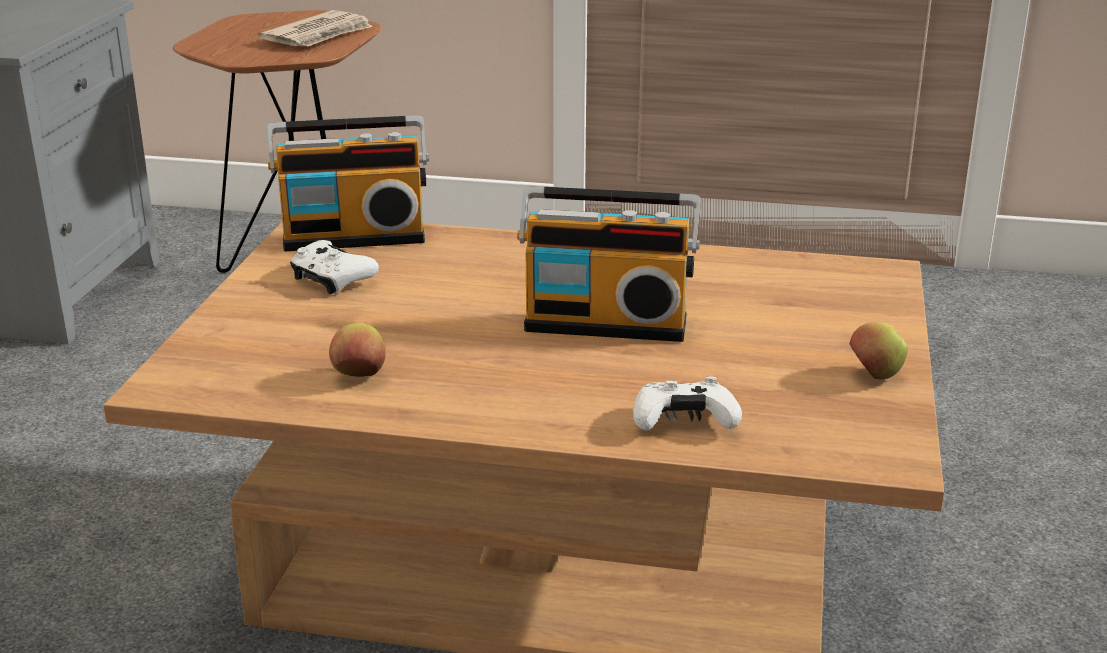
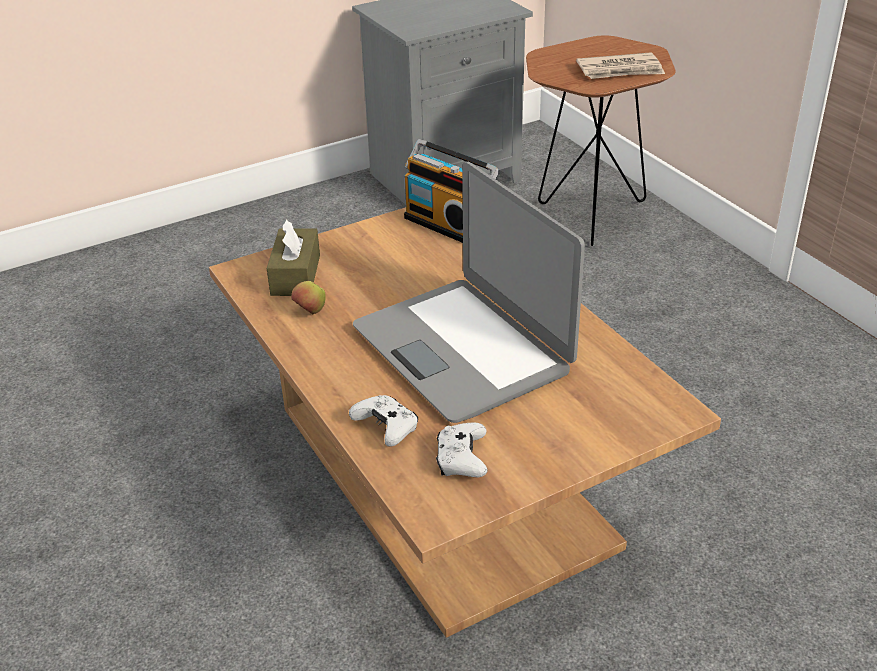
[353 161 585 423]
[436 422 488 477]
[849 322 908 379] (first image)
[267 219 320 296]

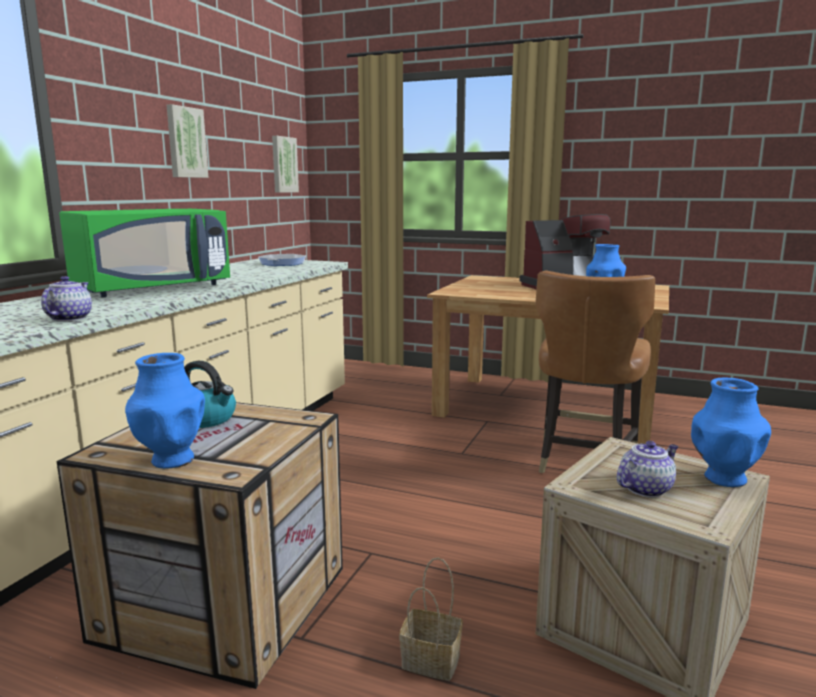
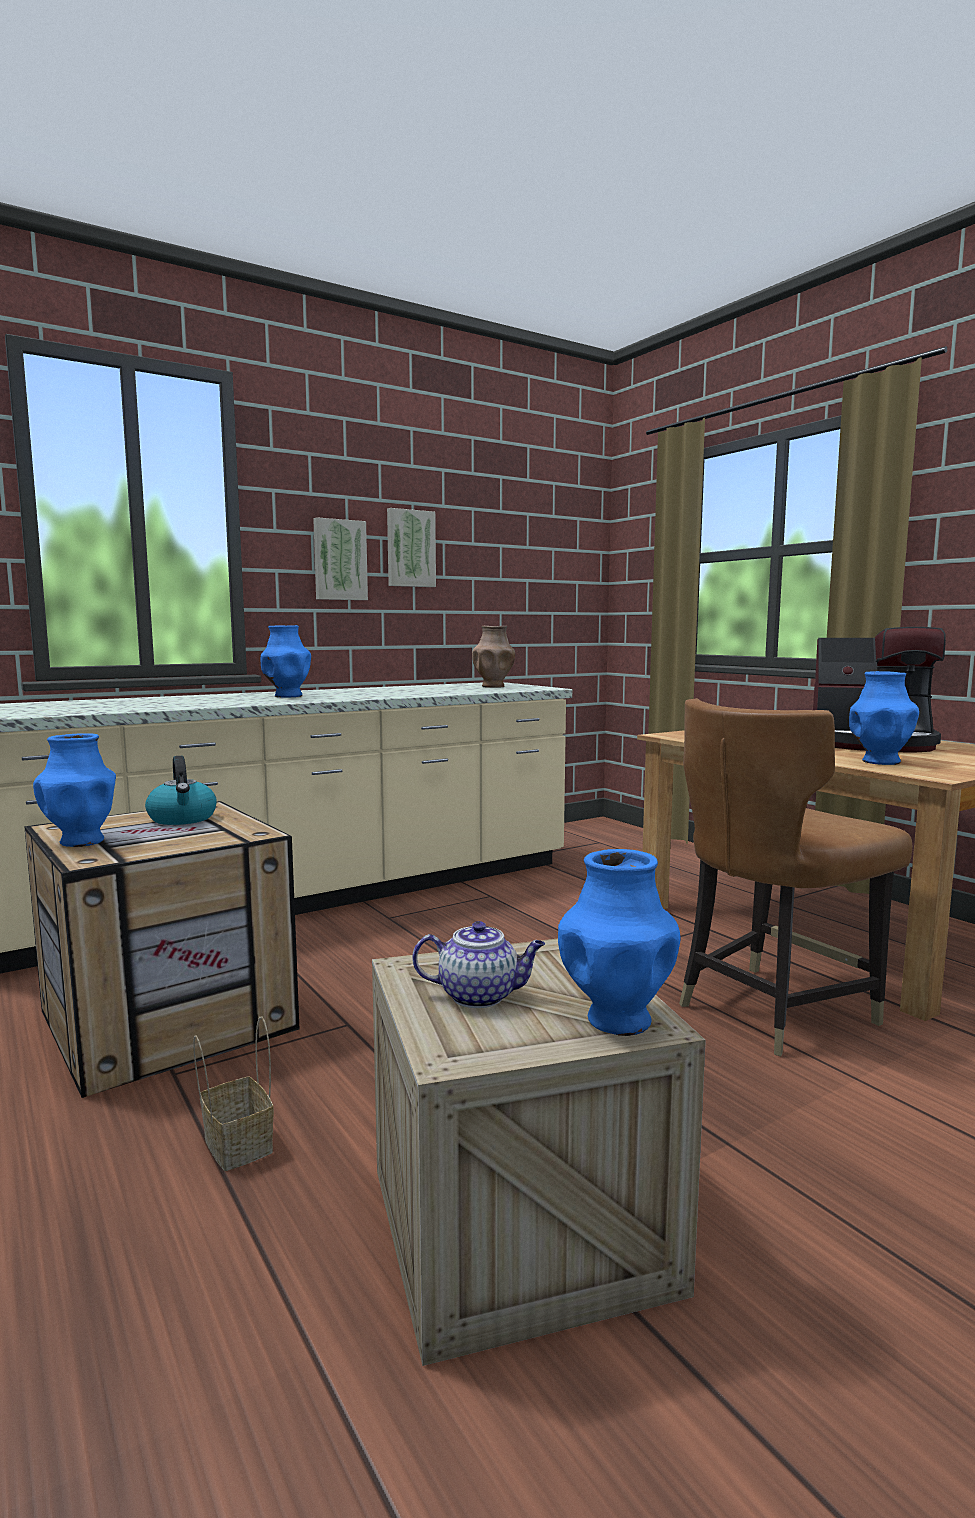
[313 517 368 600]
[260 625 311 697]
[472 626 515 688]
[41 276 92 321] (first image)

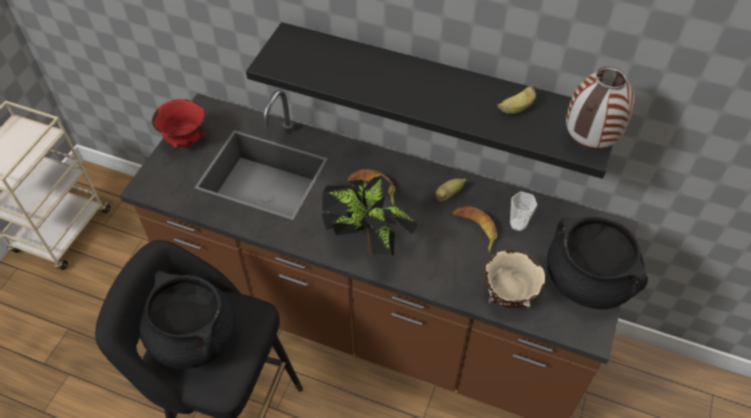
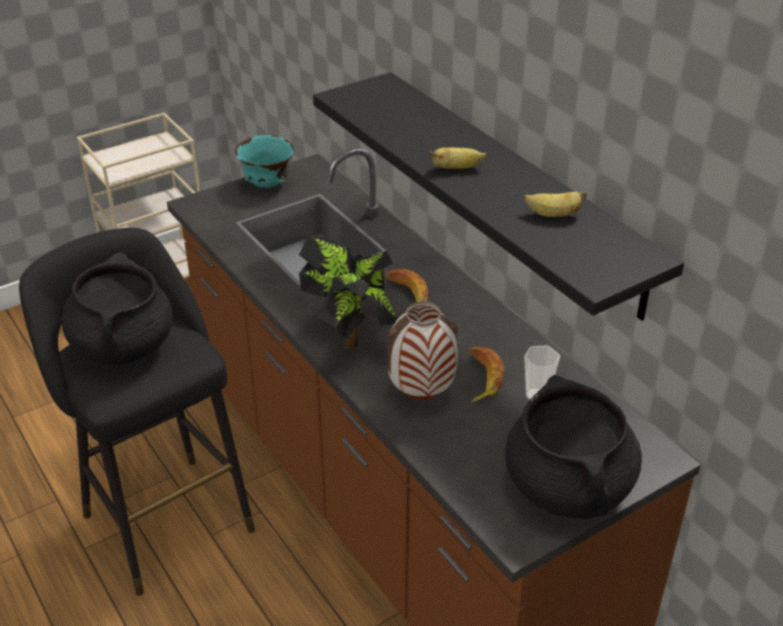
[387 301 458 400]
[235 135 294 188]
[429 147 486 169]
[483 250 545 308] (first image)

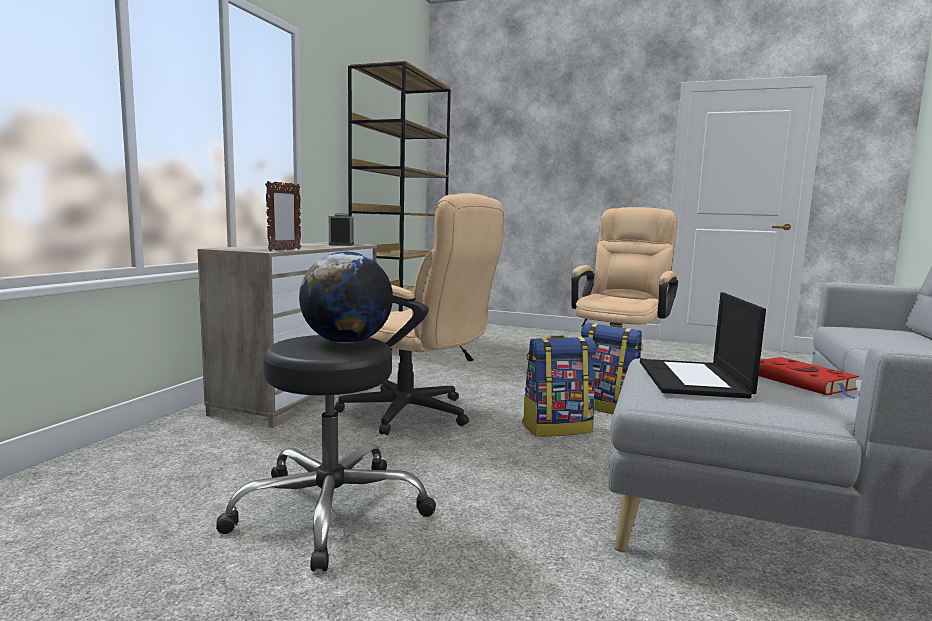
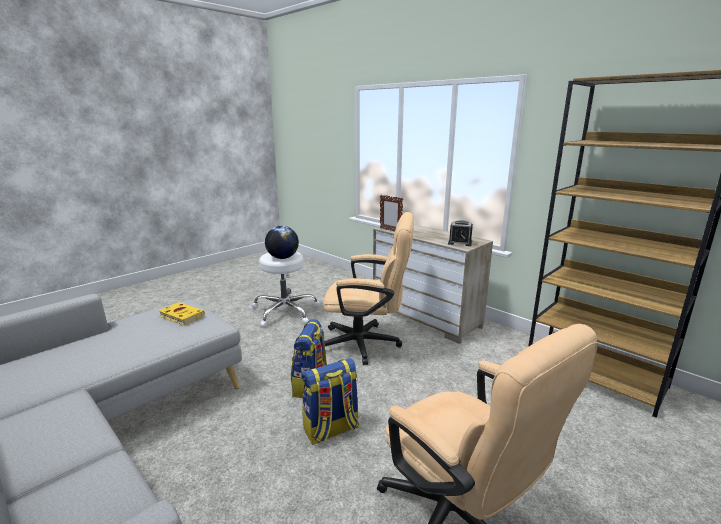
[323 212 414 365]
[158 302 205 326]
[252 252 320 328]
[758 357 859 399] (first image)

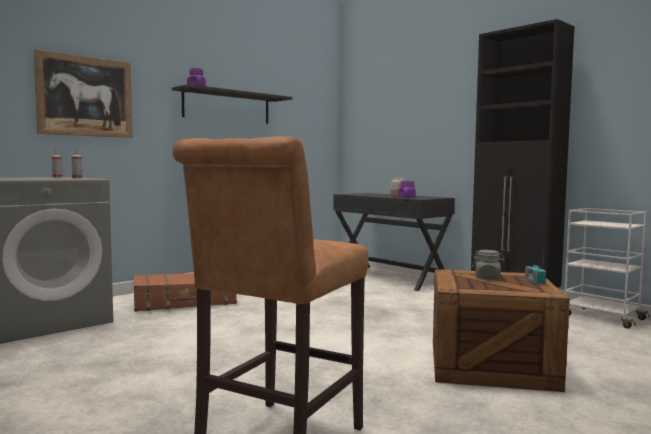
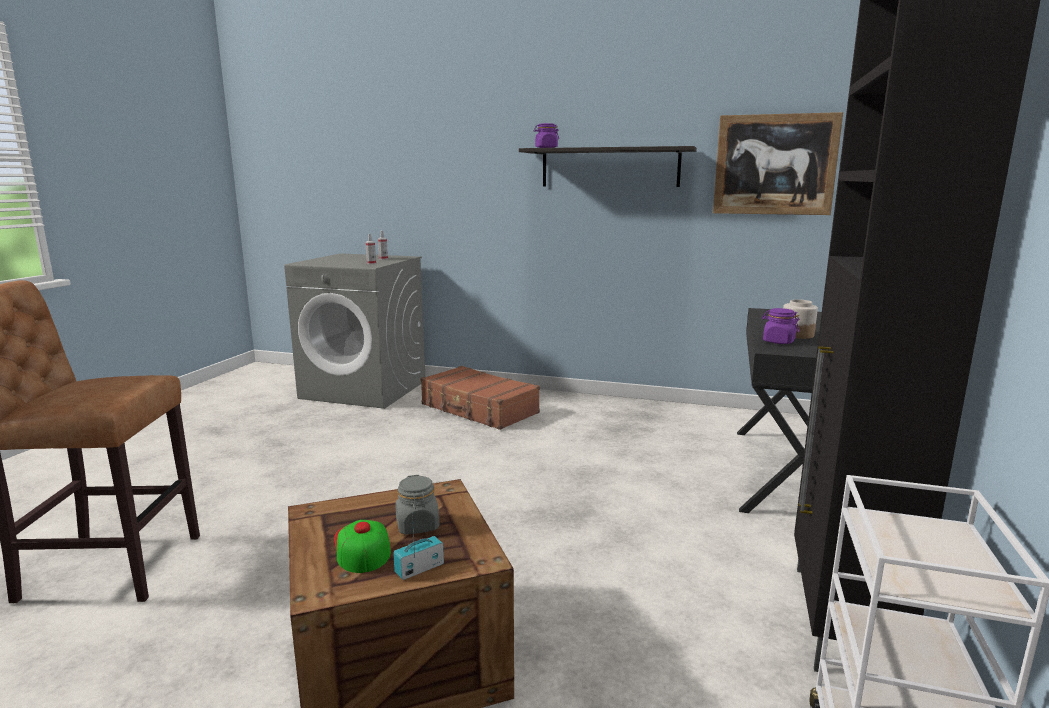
[713 112 843 215]
[334 520 391 573]

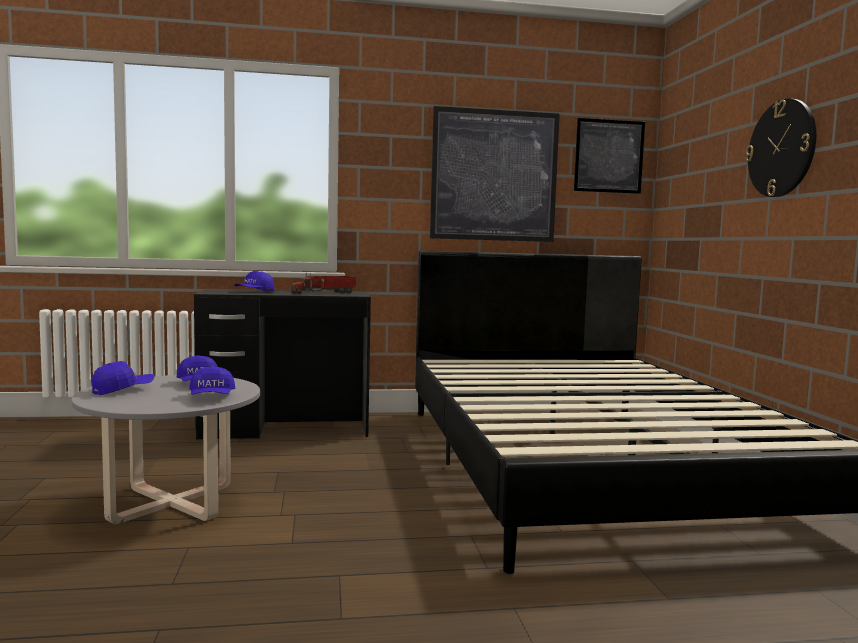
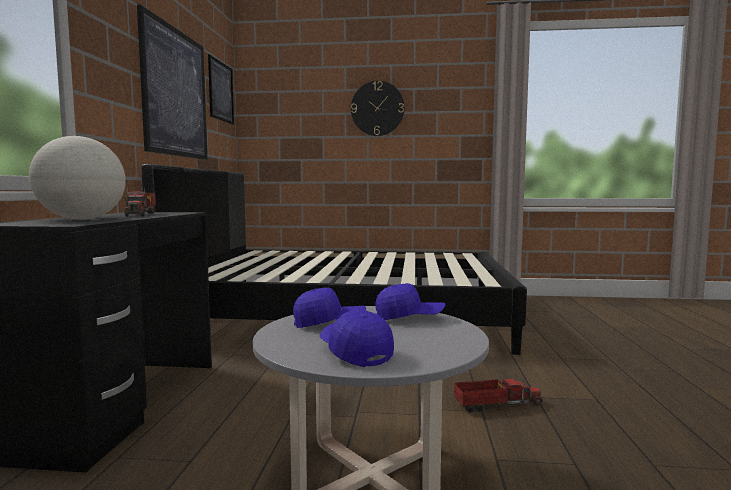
[29 136 126 220]
[454 375 543 413]

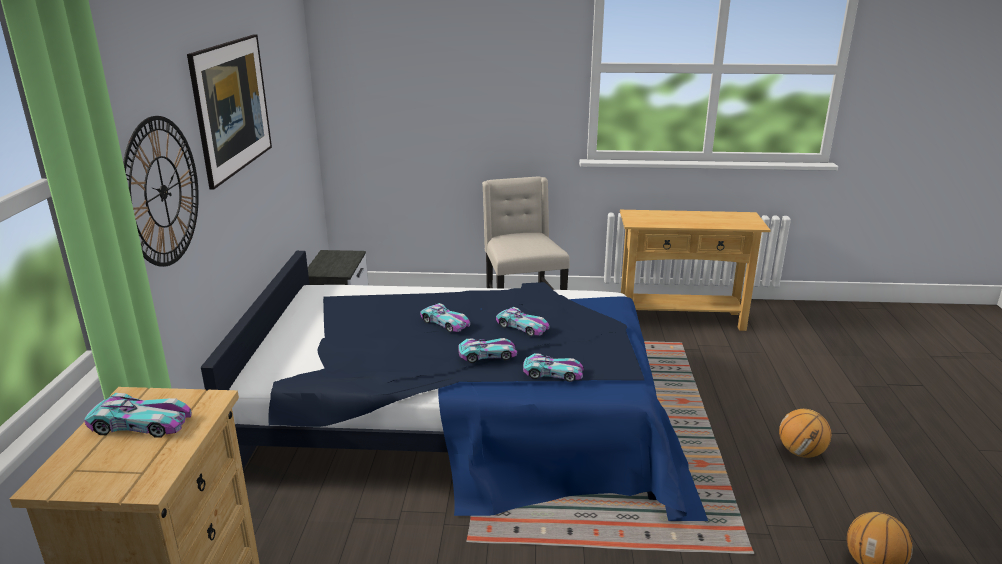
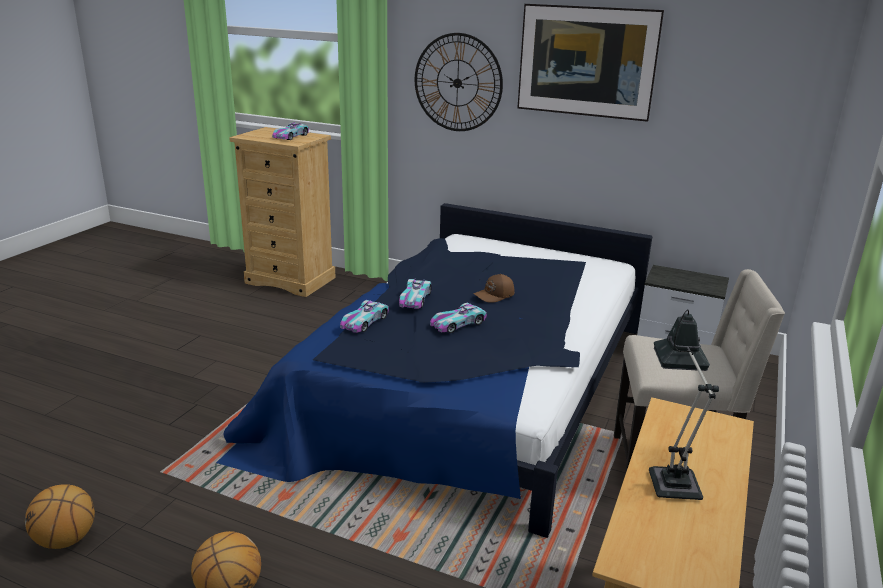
[473 274 515 303]
[649 309 719 500]

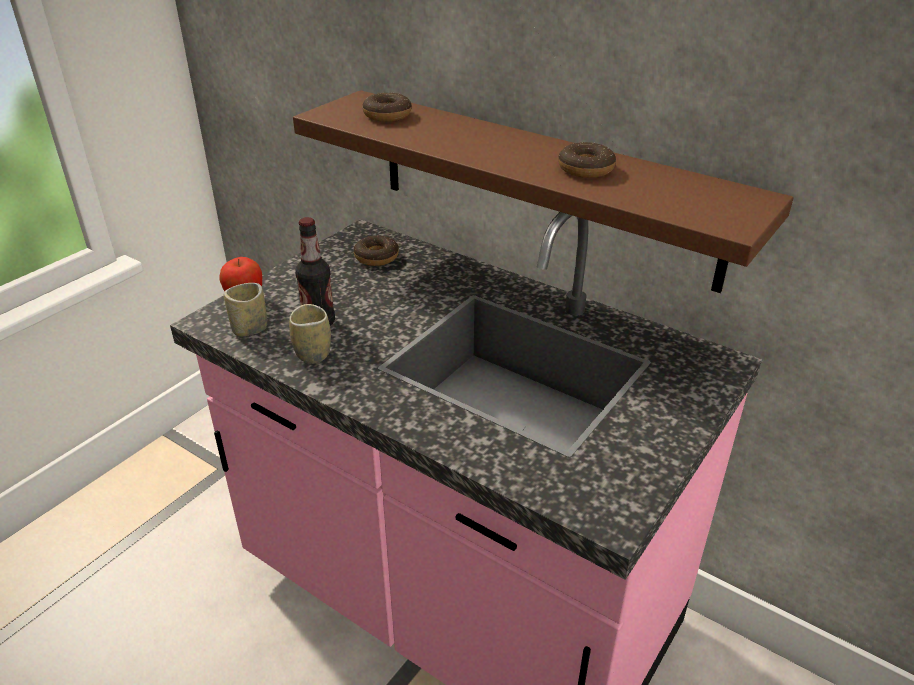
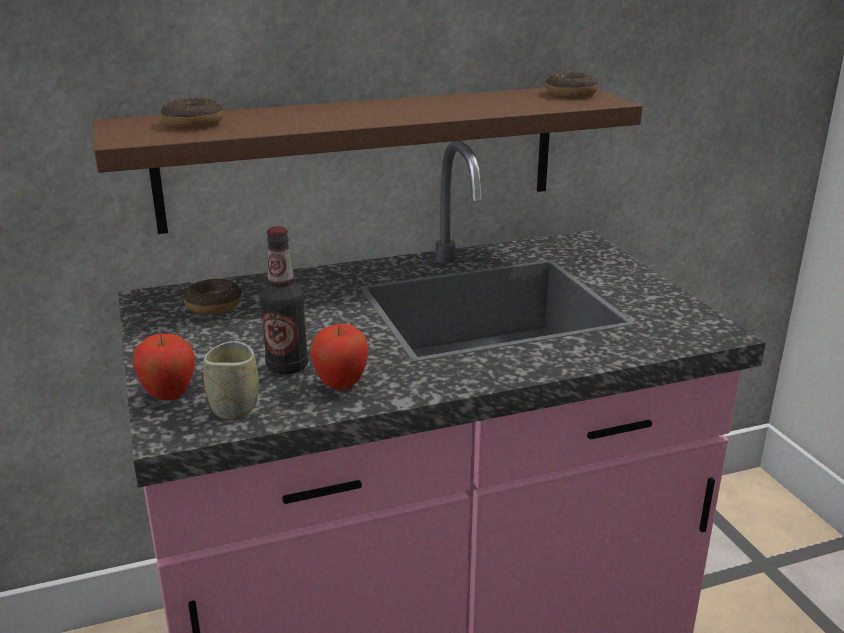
[546 72 598 98]
[310 323 368 390]

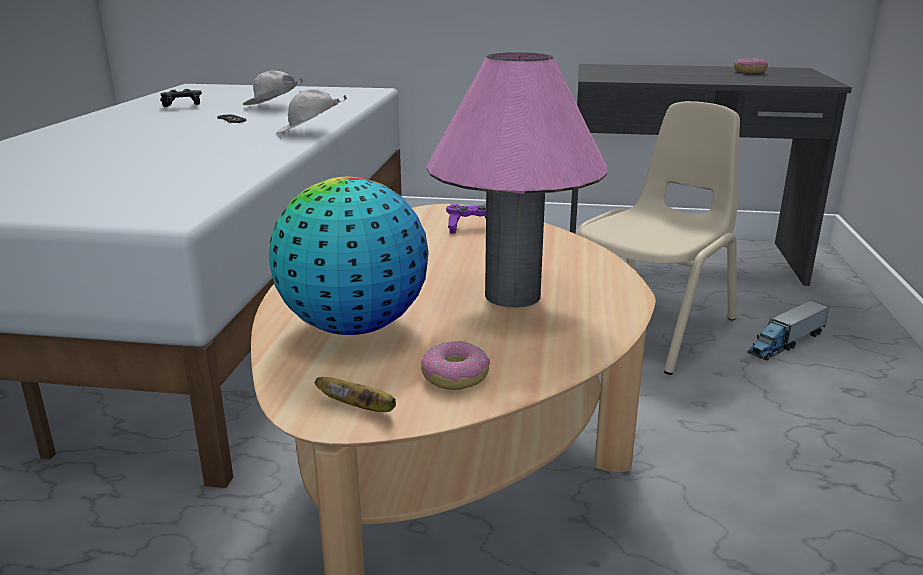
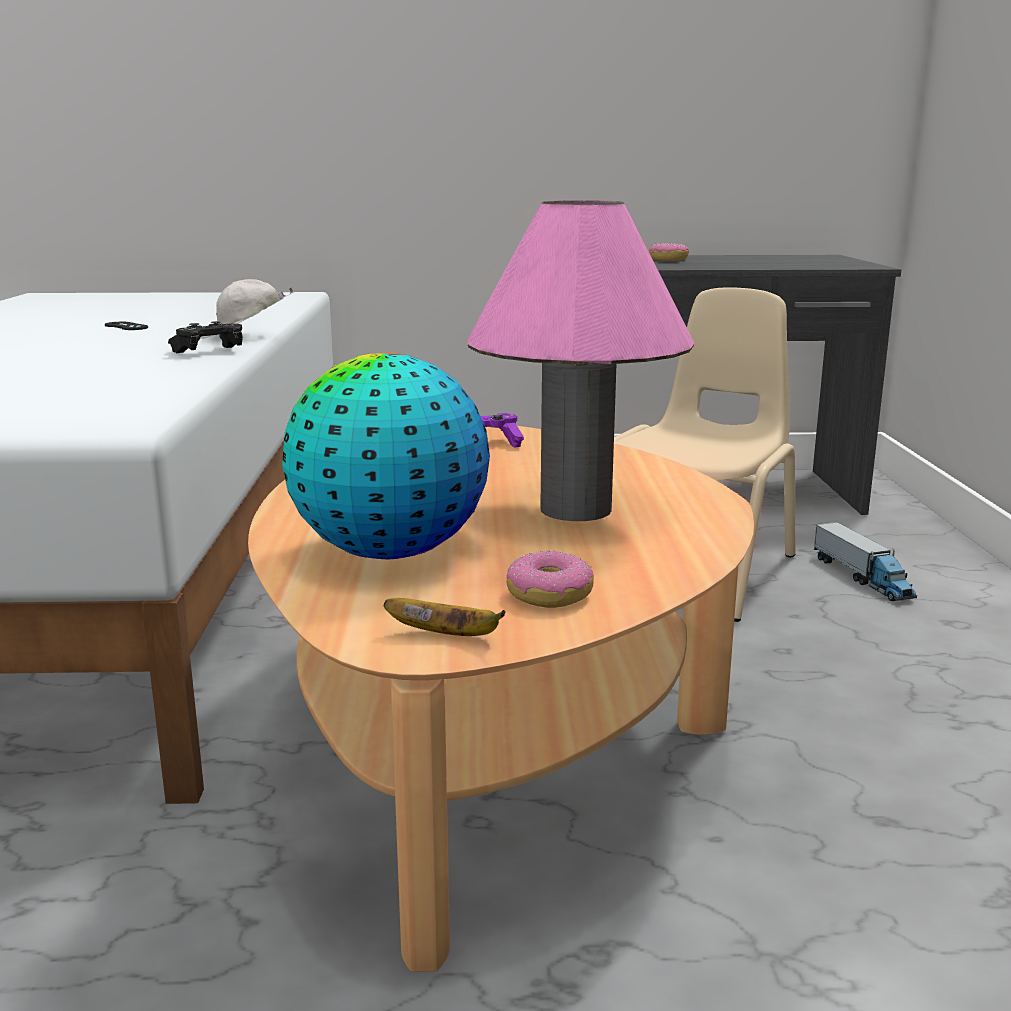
[649 243 689 261]
[243 71 303 105] (first image)
[168 321 243 353]
[814 522 917 601]

